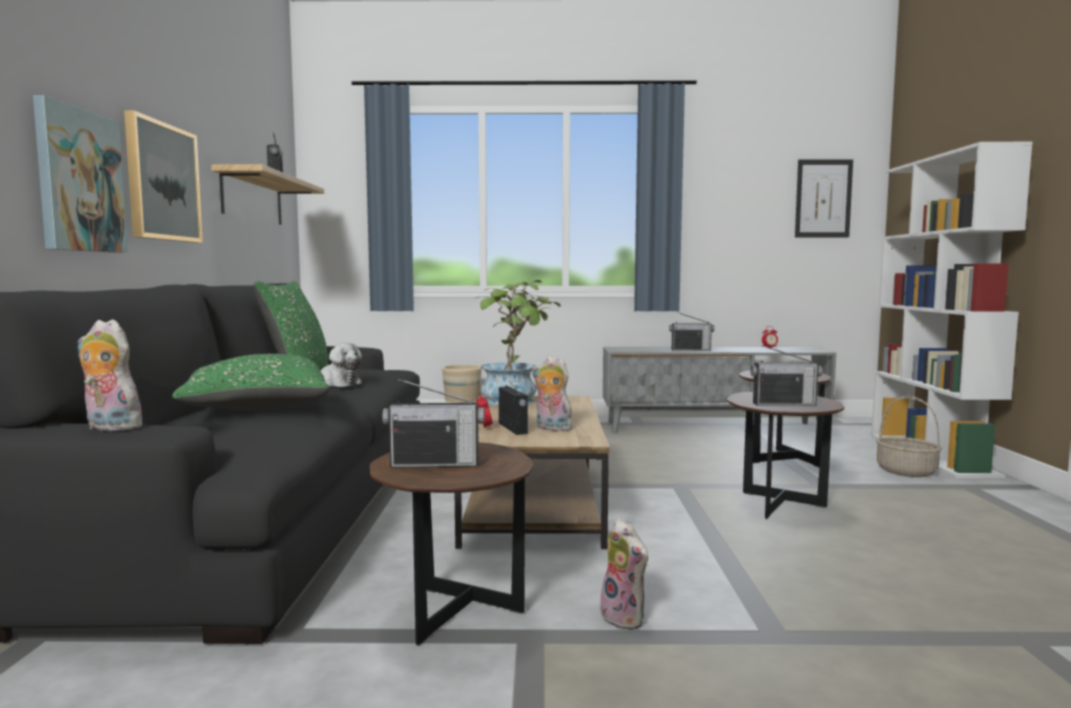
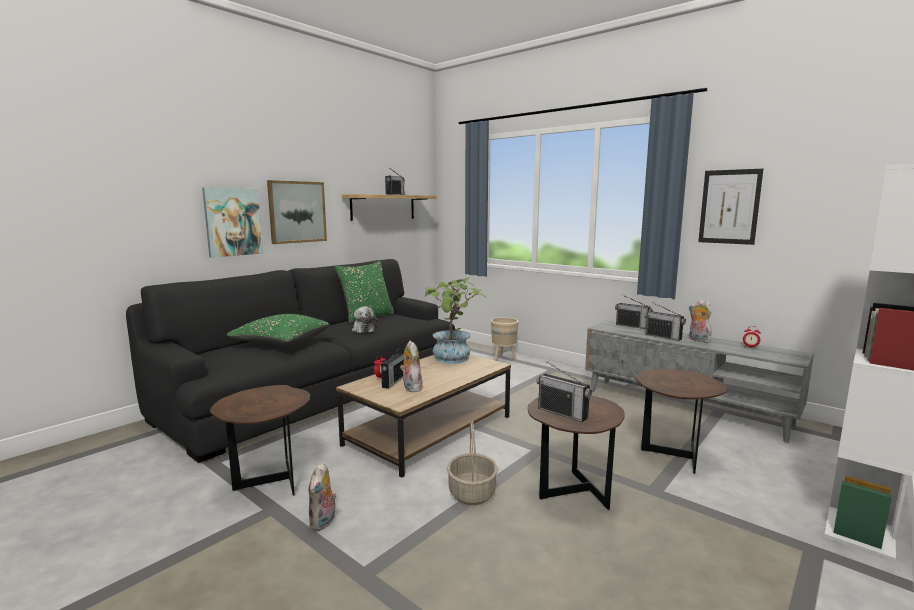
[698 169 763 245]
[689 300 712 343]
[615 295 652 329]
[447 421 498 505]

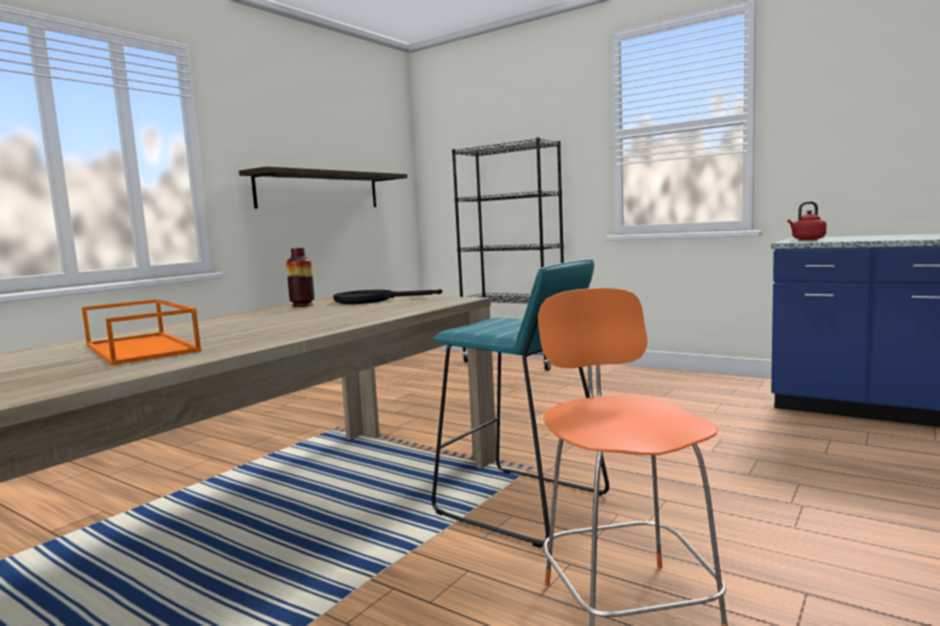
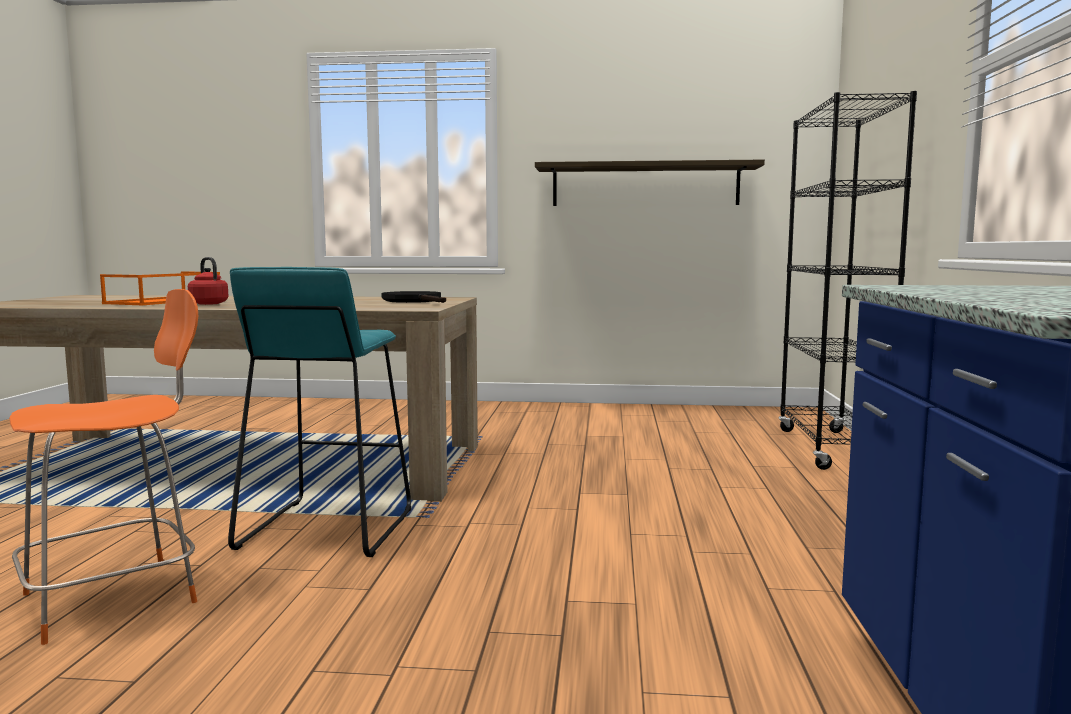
[188 257 229 305]
[286 247 315 307] (first image)

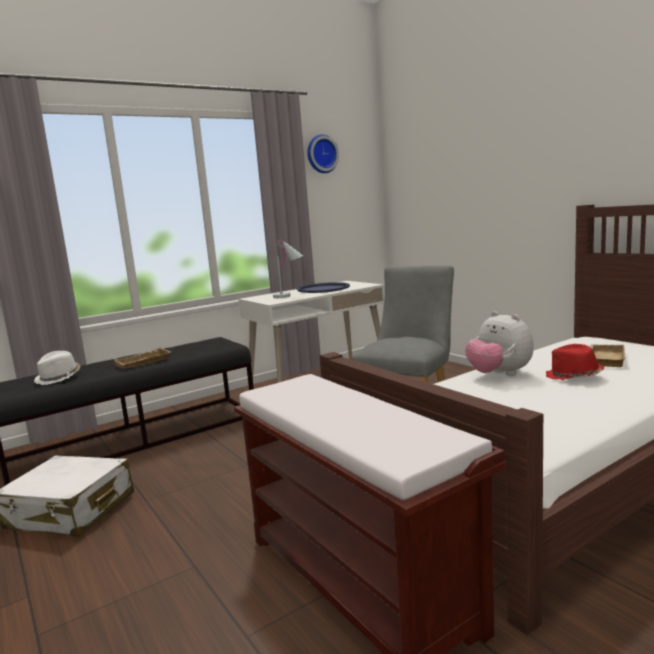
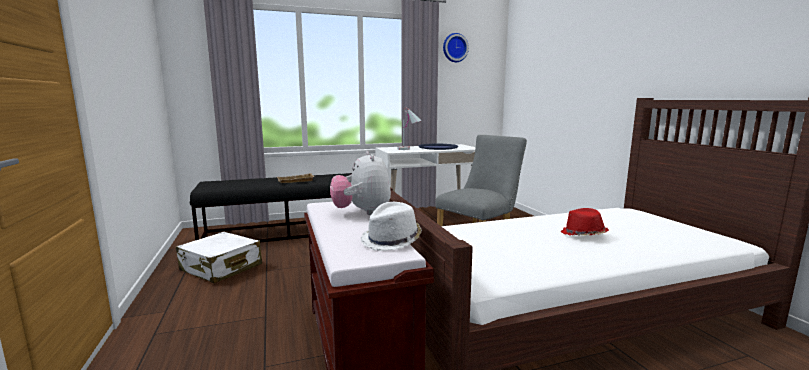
[330 151 391 215]
[590 344 626 367] (first image)
[360 202 422 251]

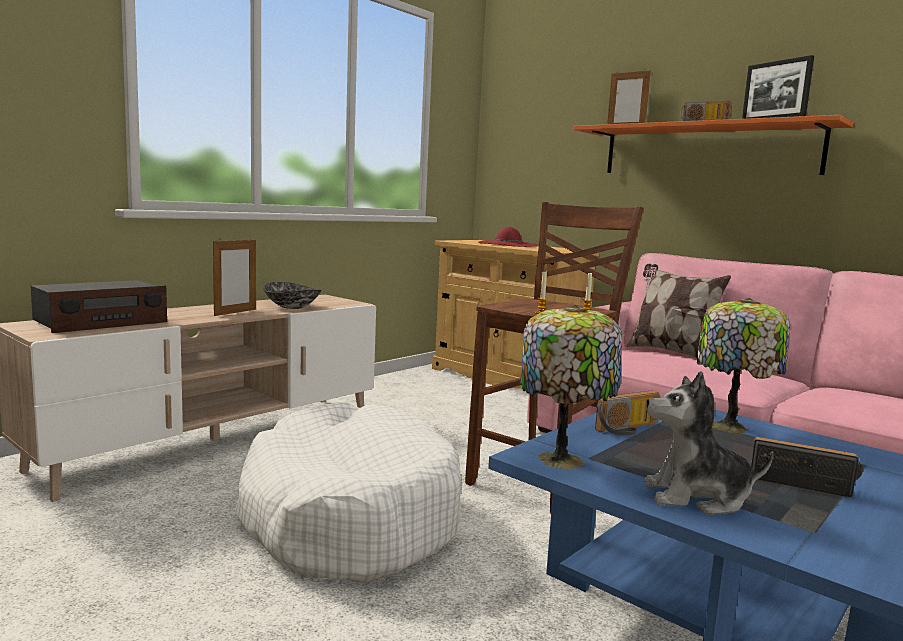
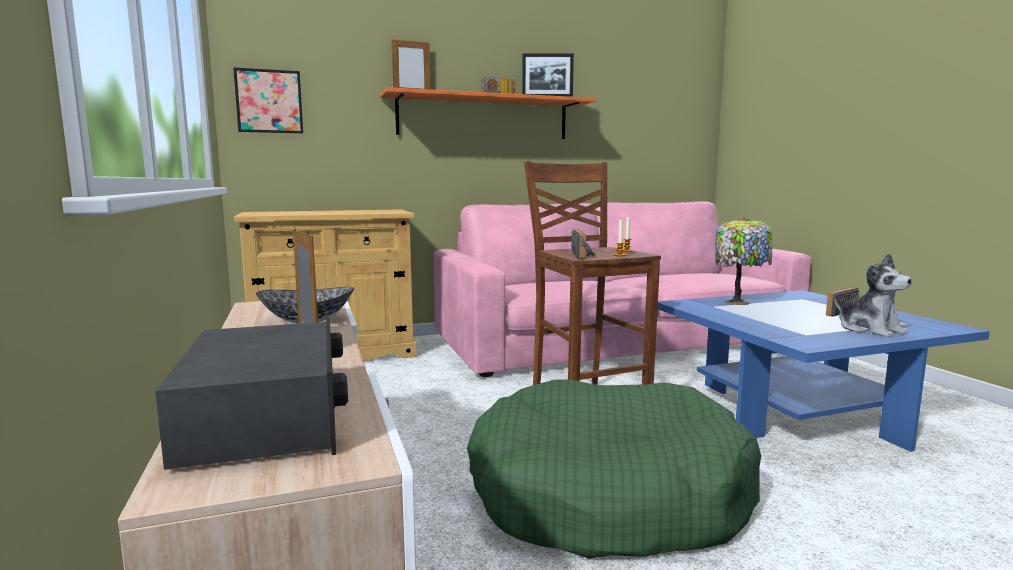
[478 227 538 247] (first image)
[626 263 731 358] (first image)
[520 305 623 469] (first image)
[834 253 912 338]
[571 229 595 258]
[467 379 761 559]
[233 67 303 133]

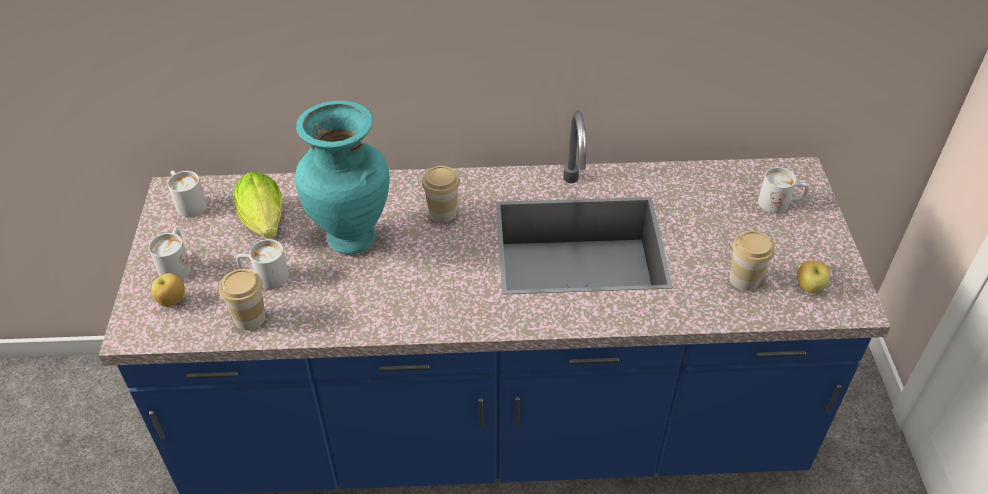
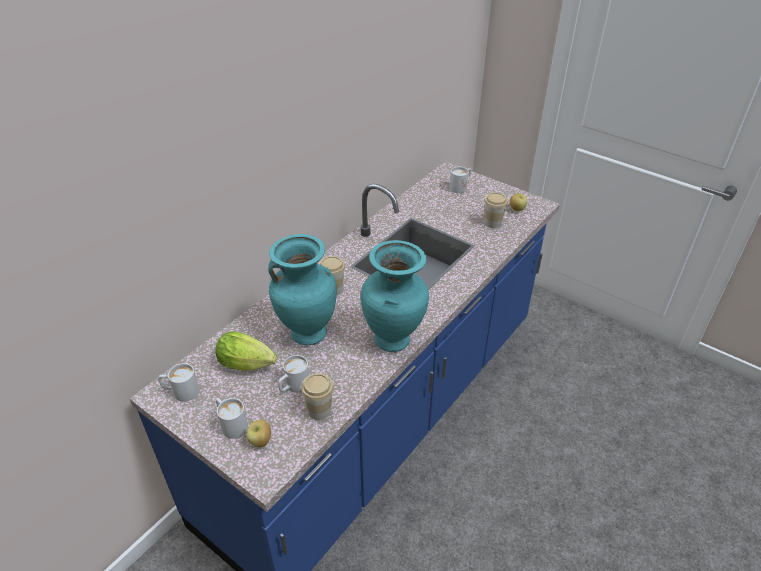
[361 240 429 352]

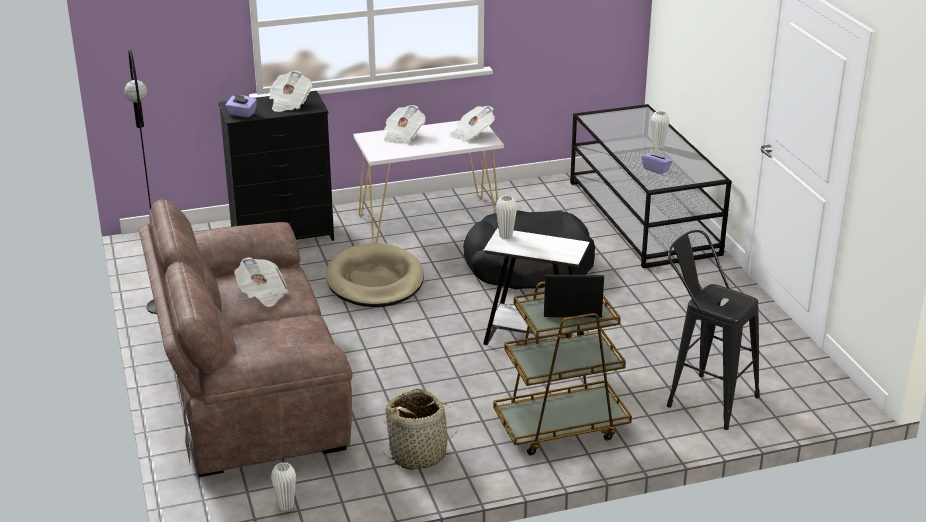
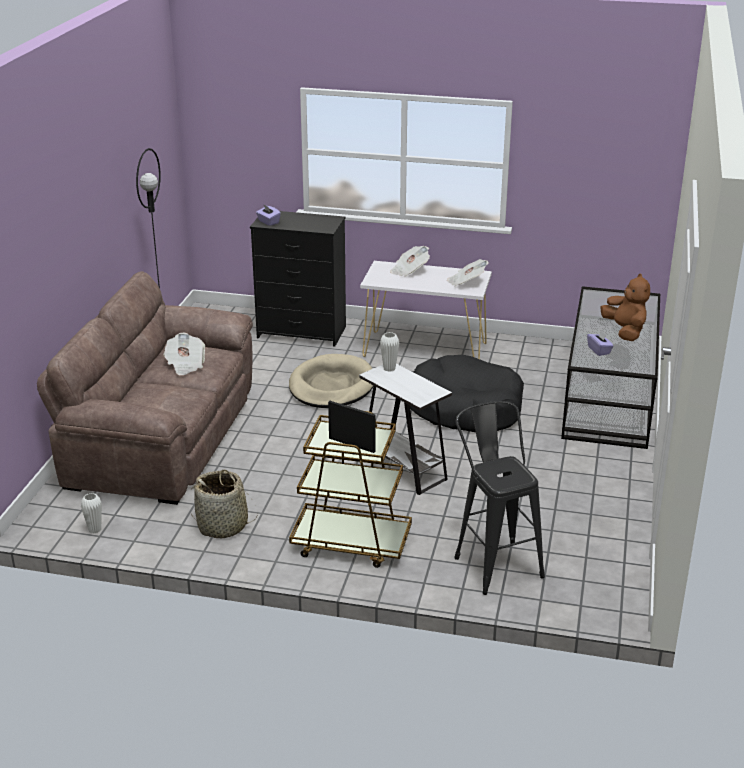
[269 71 312 112] (first image)
[600 274 650 341]

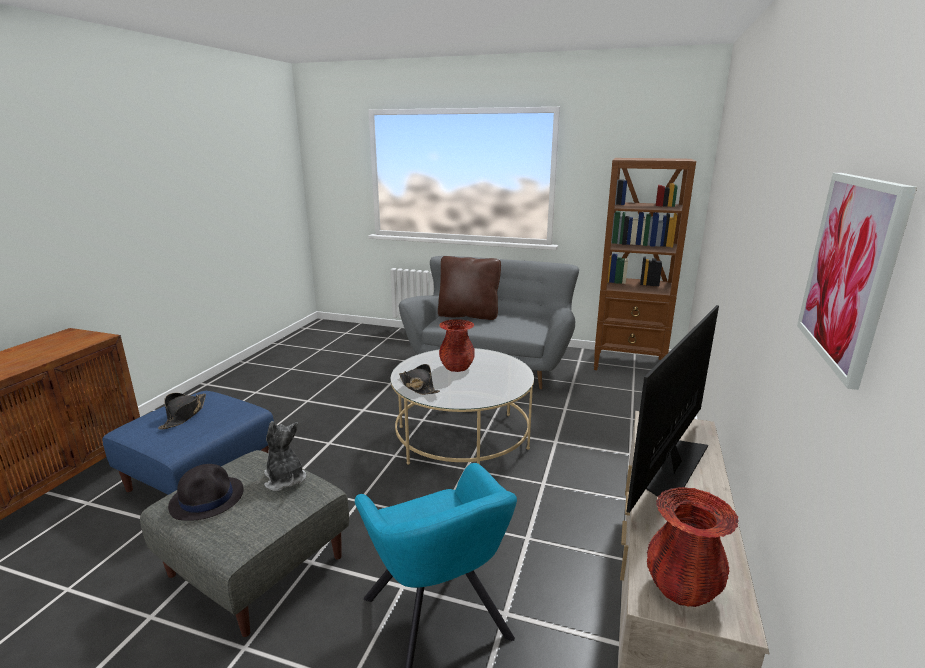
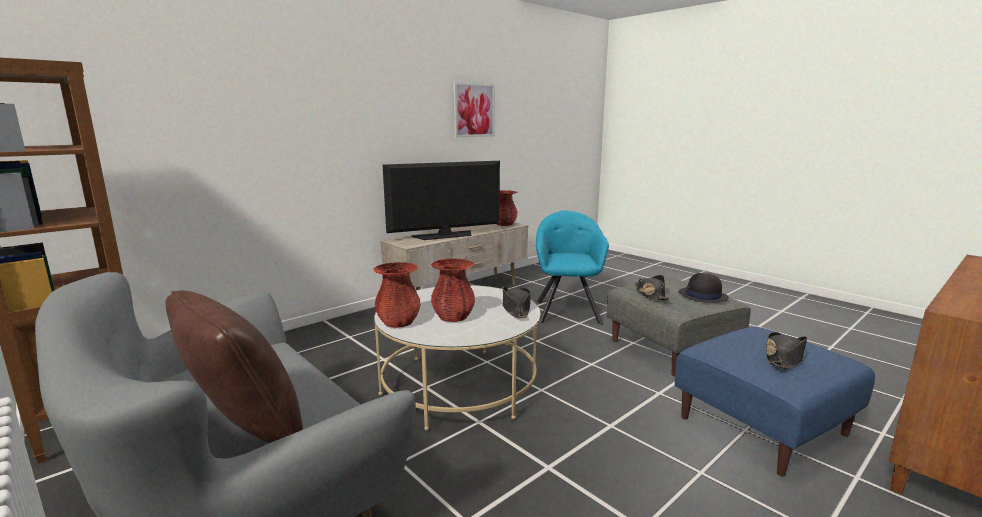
[635 275 670 300]
[374 262 420 328]

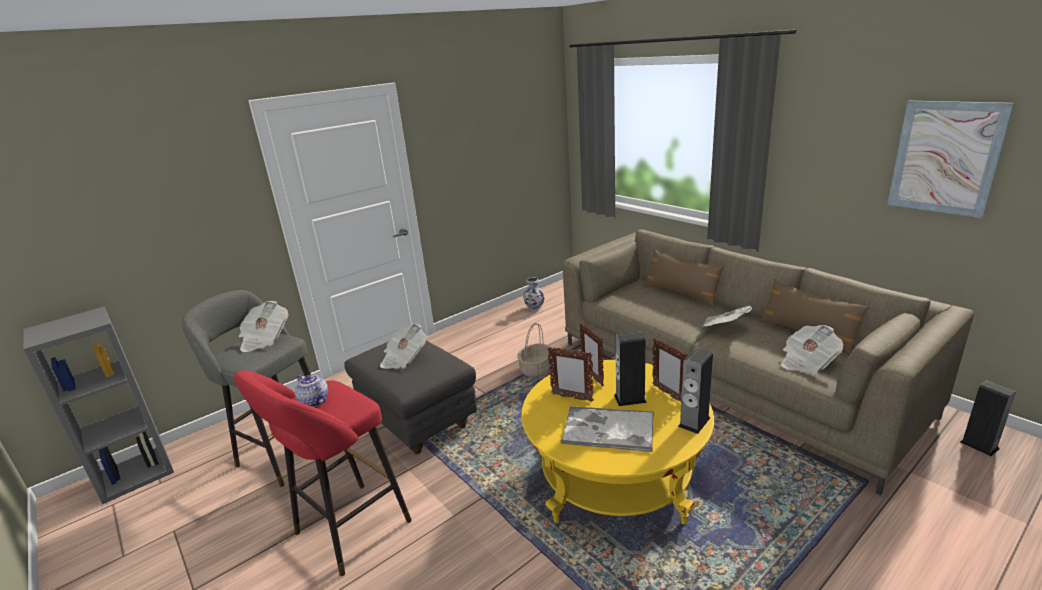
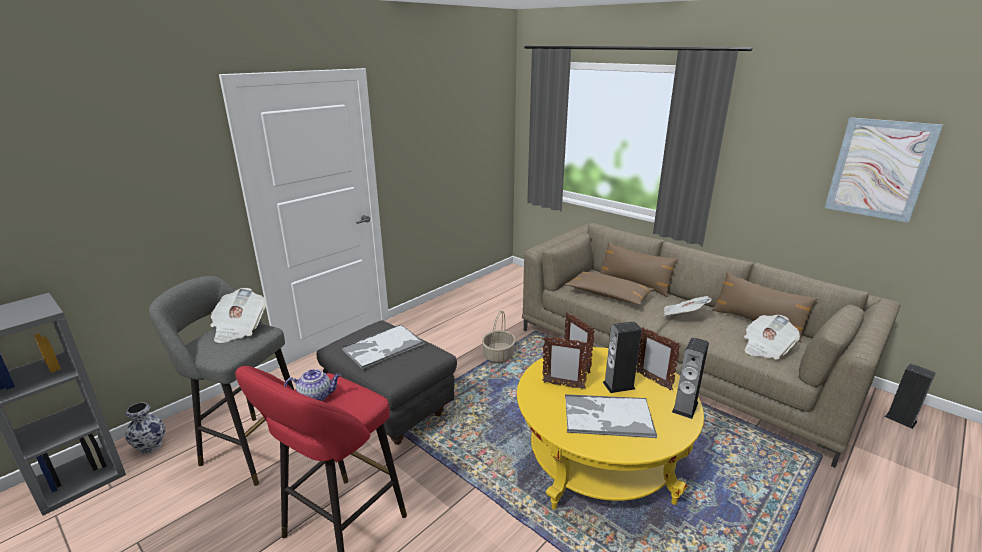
[125 402 165 454]
[341 325 425 370]
[284 369 341 401]
[565 272 654 305]

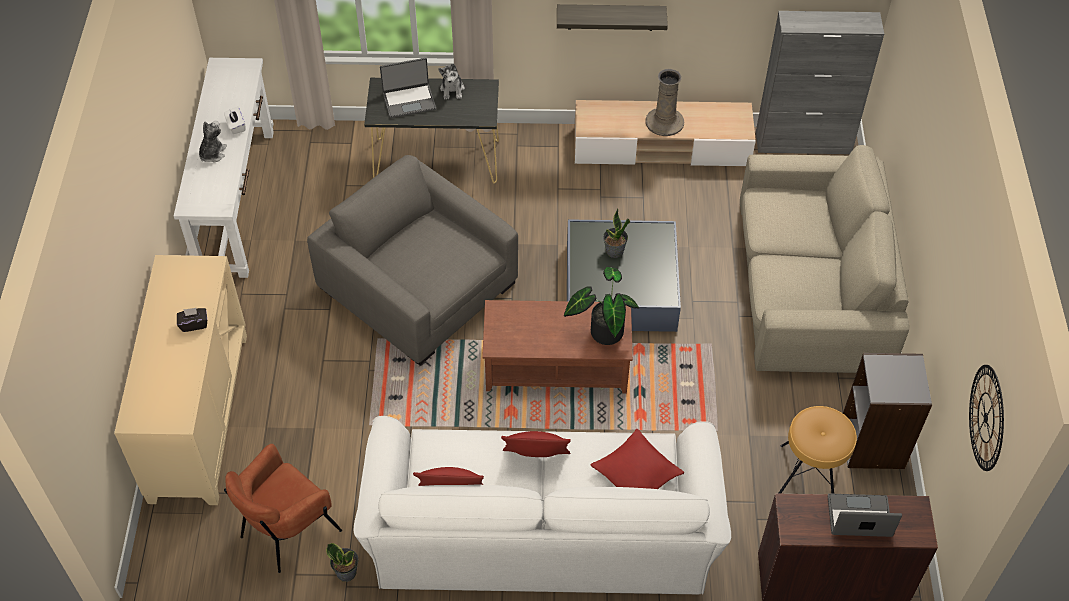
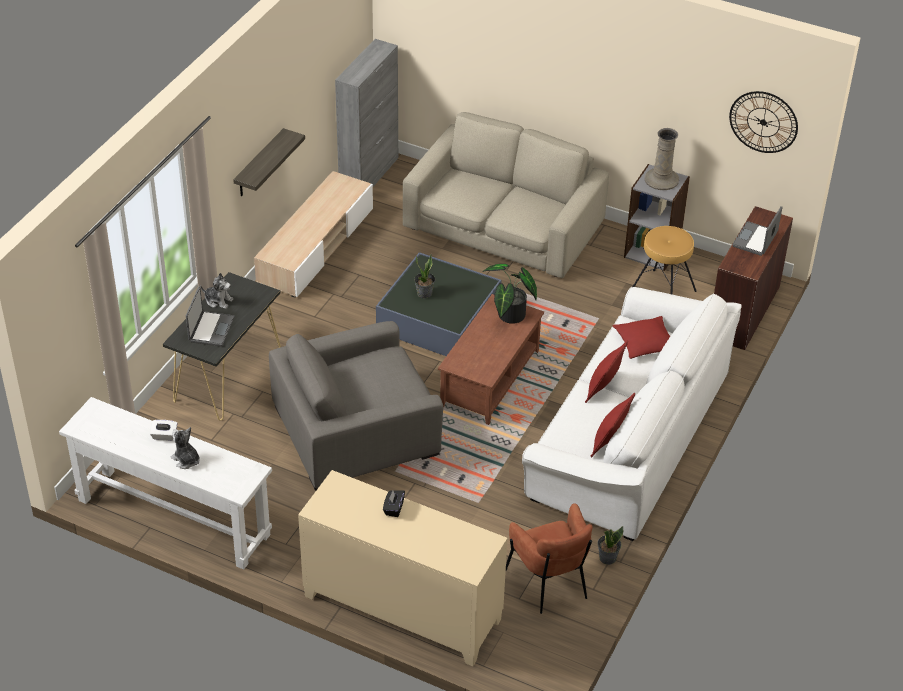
[644 128 679 190]

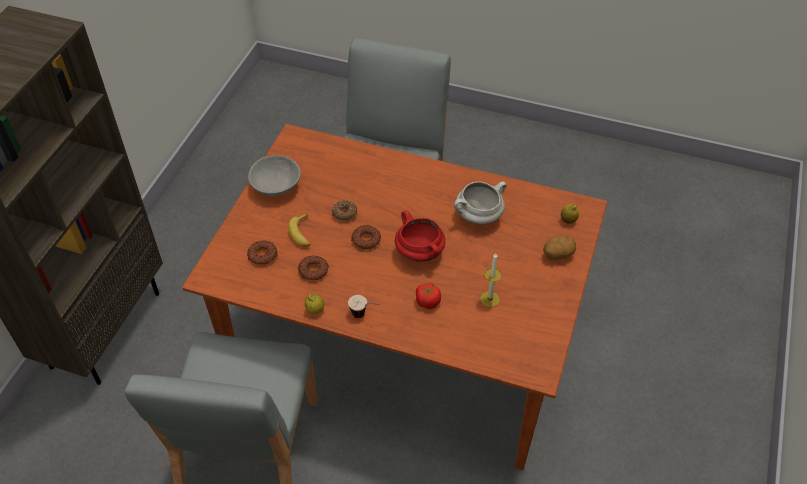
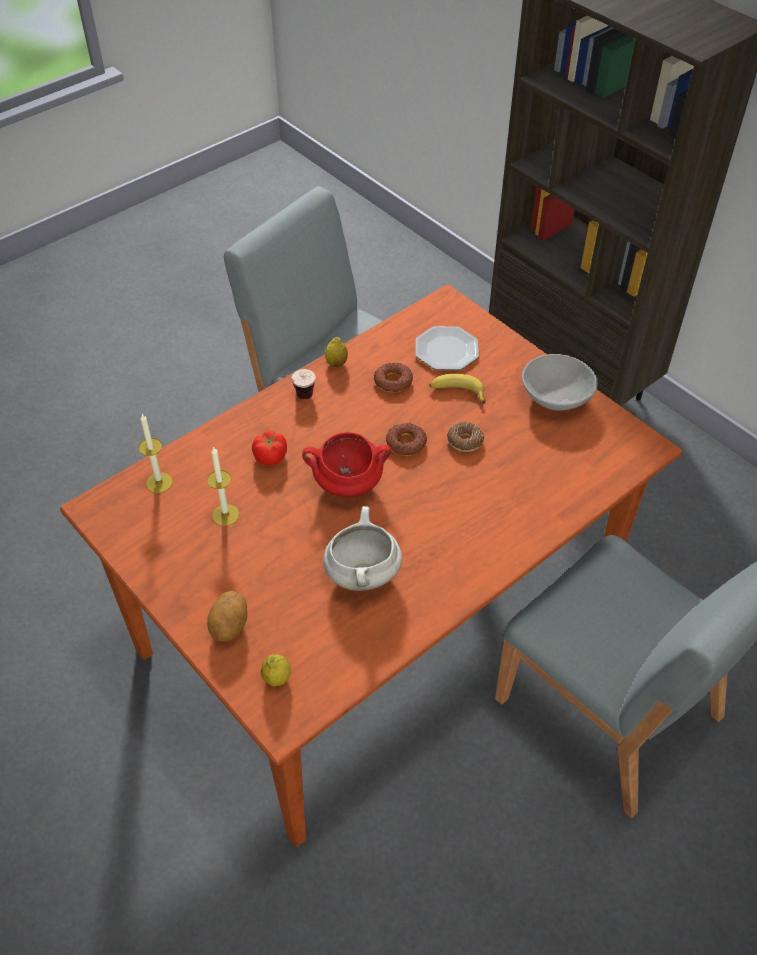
[415 326 479 370]
[139 414 173 493]

